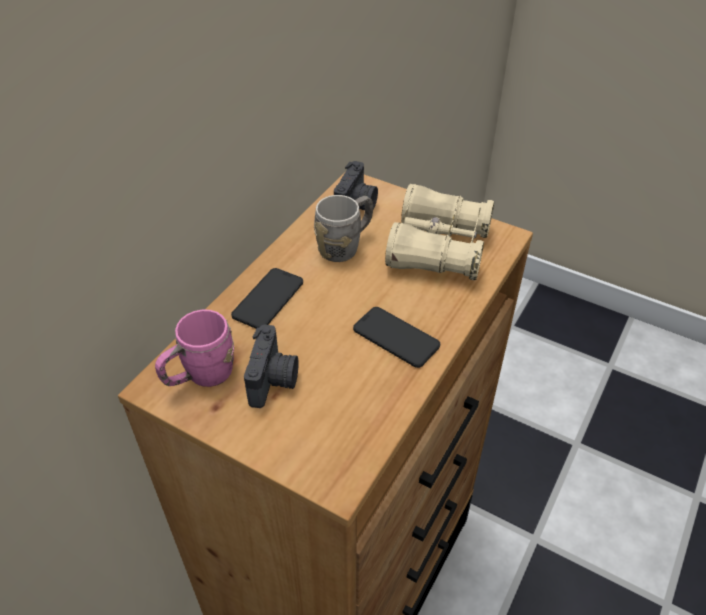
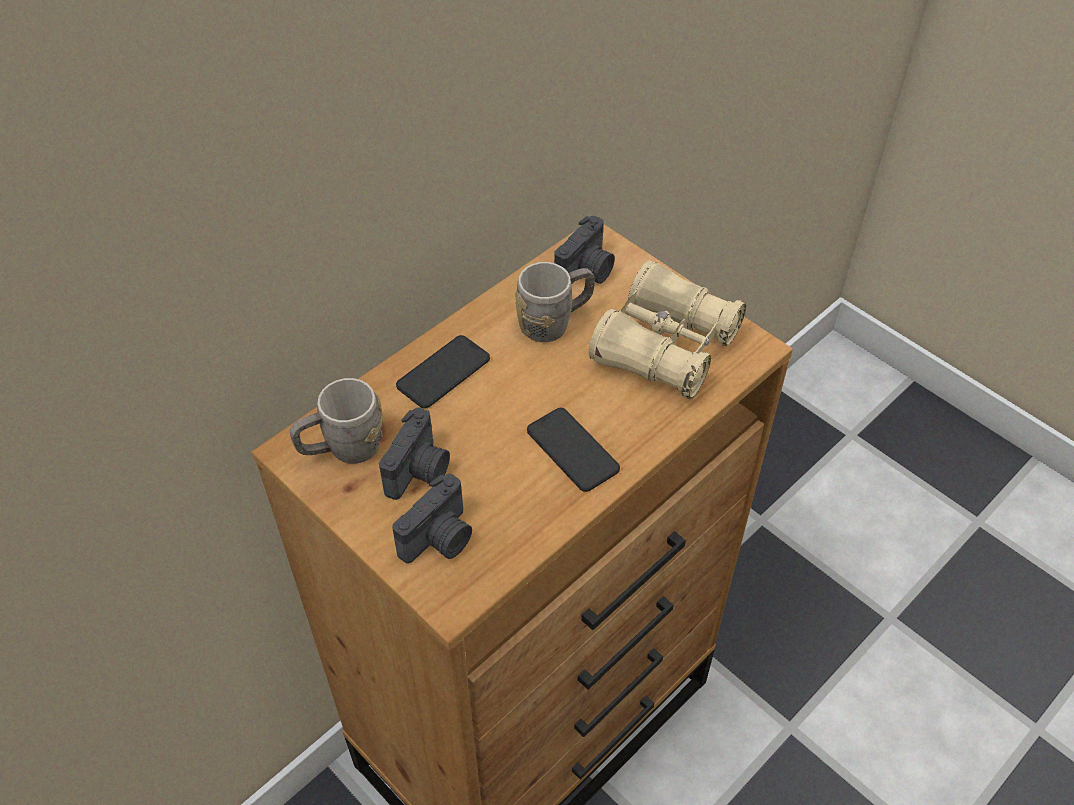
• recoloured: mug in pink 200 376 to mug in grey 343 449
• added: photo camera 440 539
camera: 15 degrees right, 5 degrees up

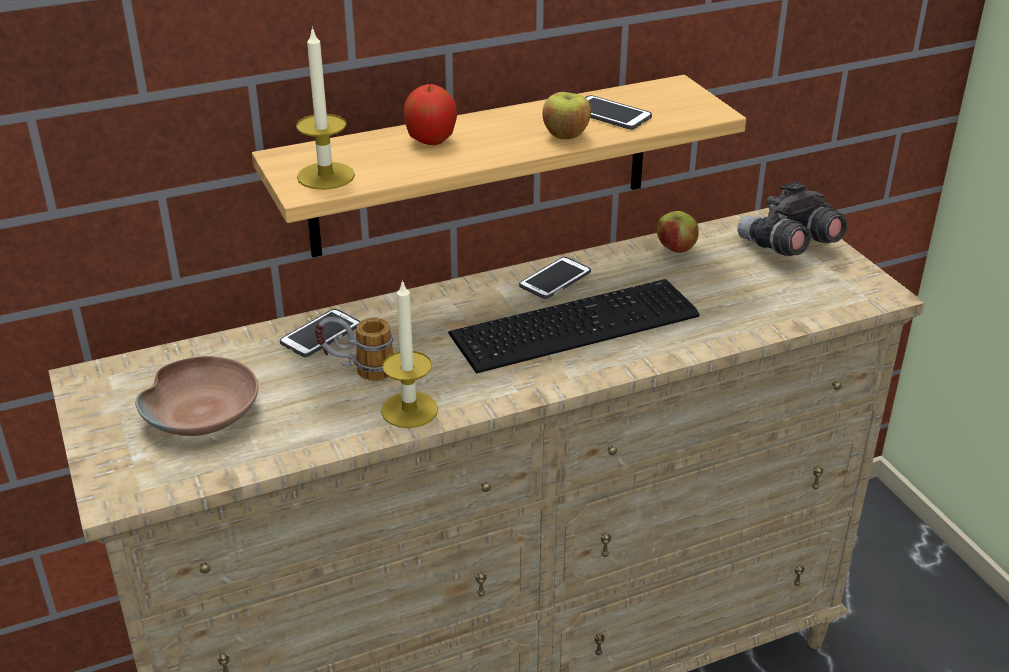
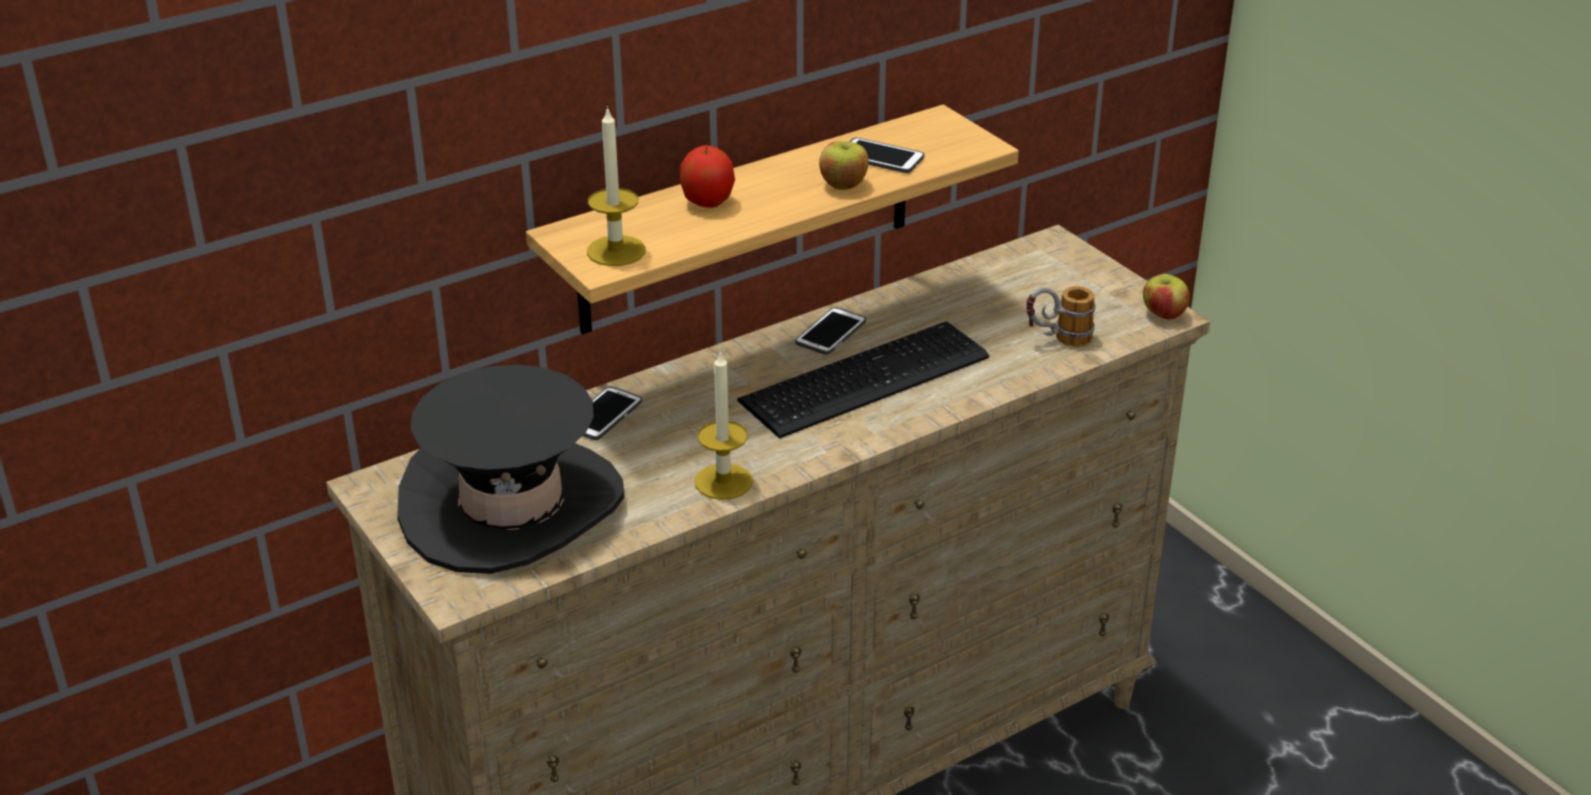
• removed: binoculars in grey 787 247
• moved: apple 675 249 to 1163 315
• moved: mug 357 371 to 1057 340
• replaced: bowl in brown 203 412 to hat in black 512 506
camera: 10 degrees left, 0 degrees up

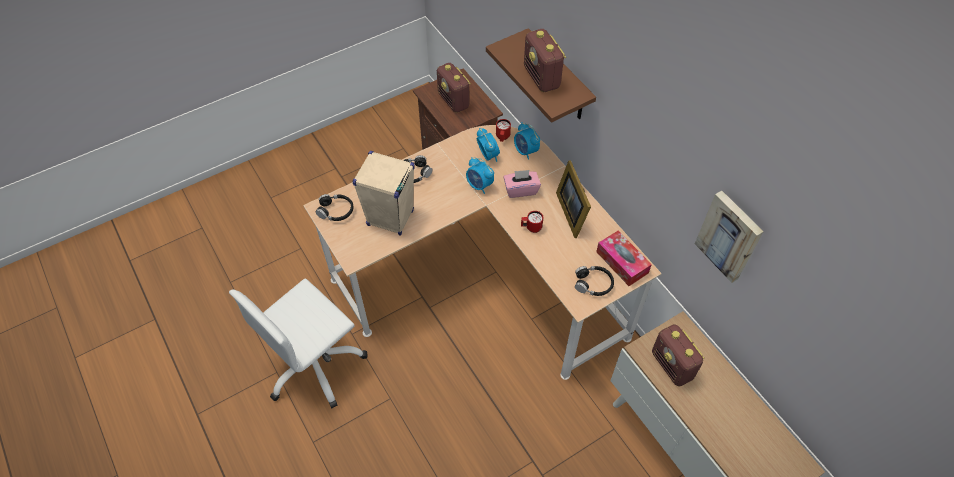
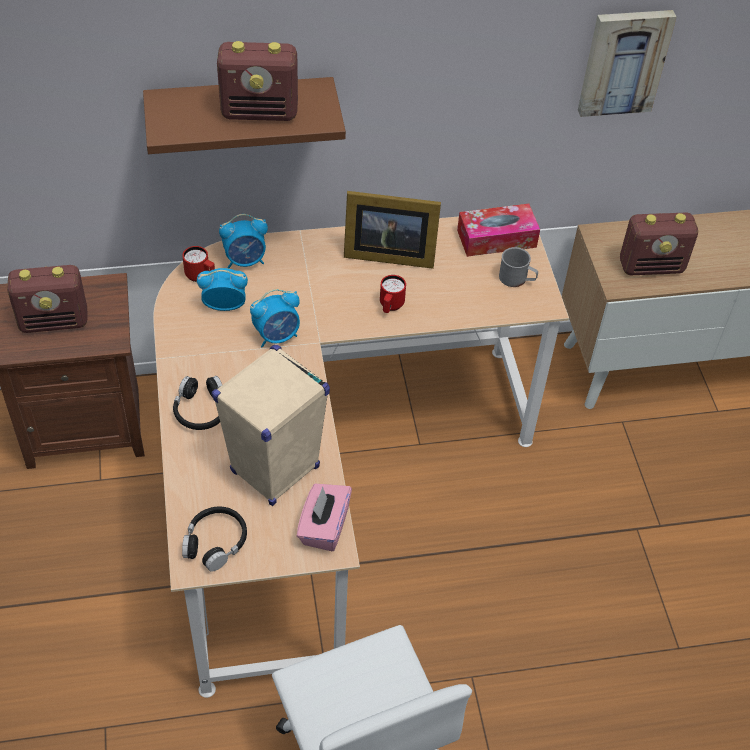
• moved: tissue box in pink 521 190 to 324 527
• replaced: headphones in black 593 284 to mug in grey 517 279
camera: 70 degrees left, 5 degrees down

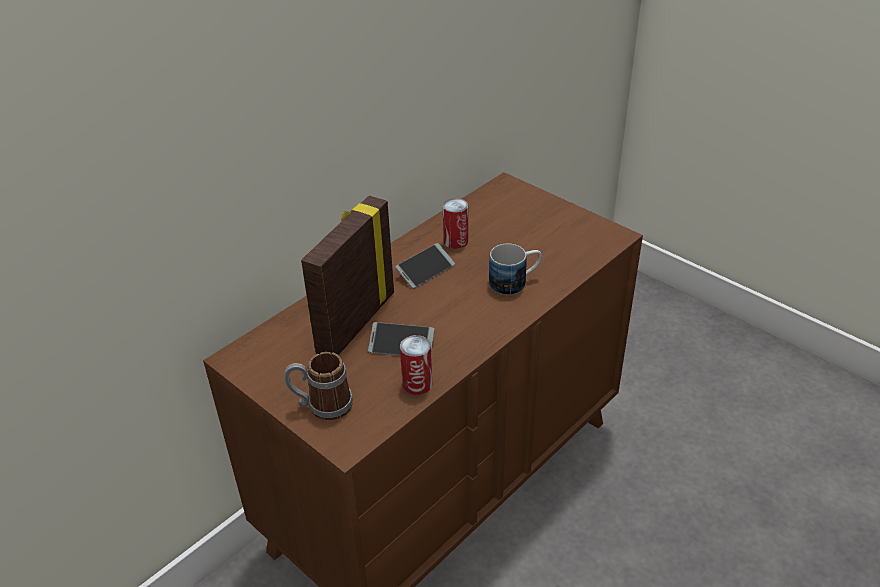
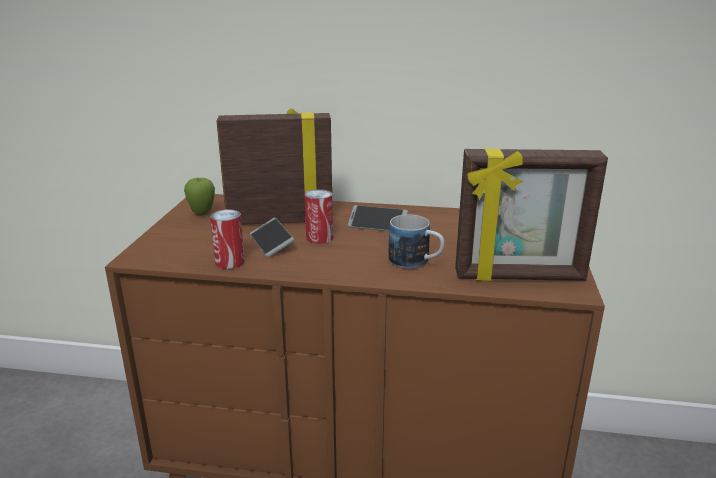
• moved: can 455 241 to 319 238
• removed: mug 322 406
• added: picture frame 519 277
• added: apple 202 214
camera: 55 degrees right, 15 degrees down

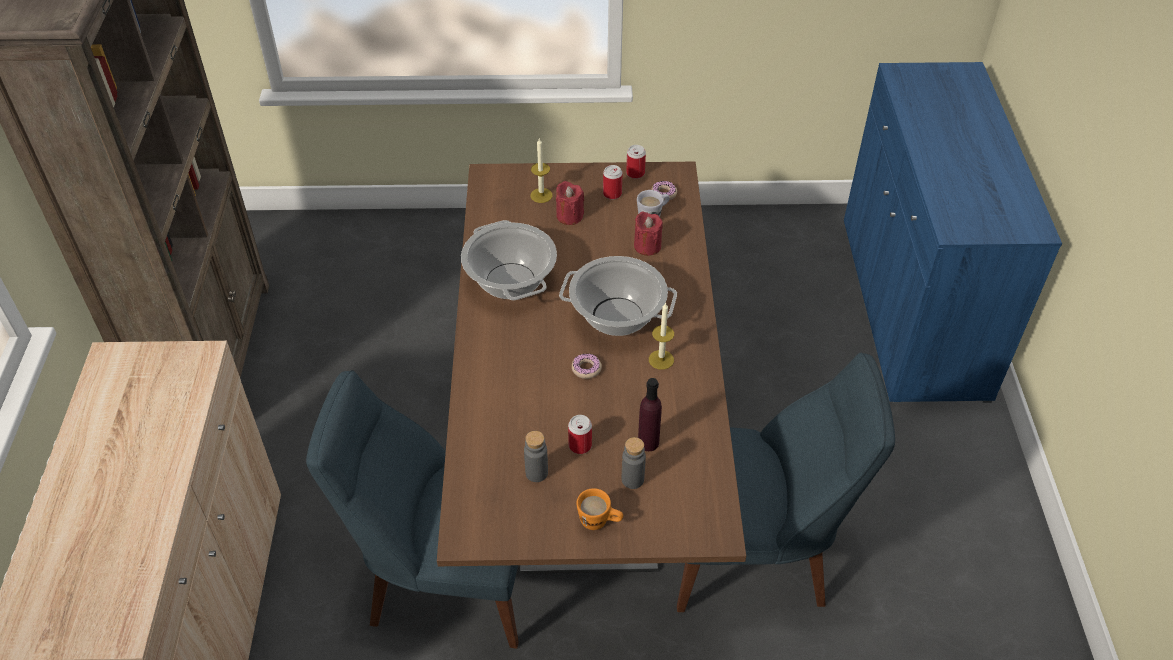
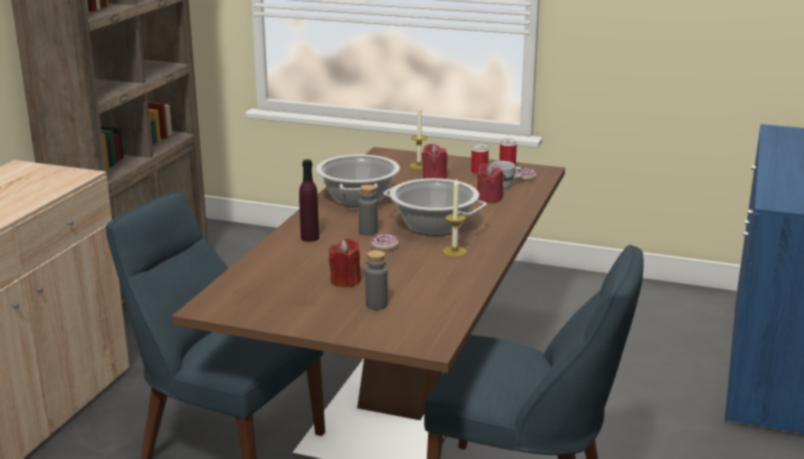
• moved: bottle in purple 648 442 to 309 238
• replaced: can 580 445 to candle in red 345 281
• moved: bottle in grey 536 473 to 368 232
• removed: mug in orange 599 522
camera: 20 degrees right, 25 degrees down

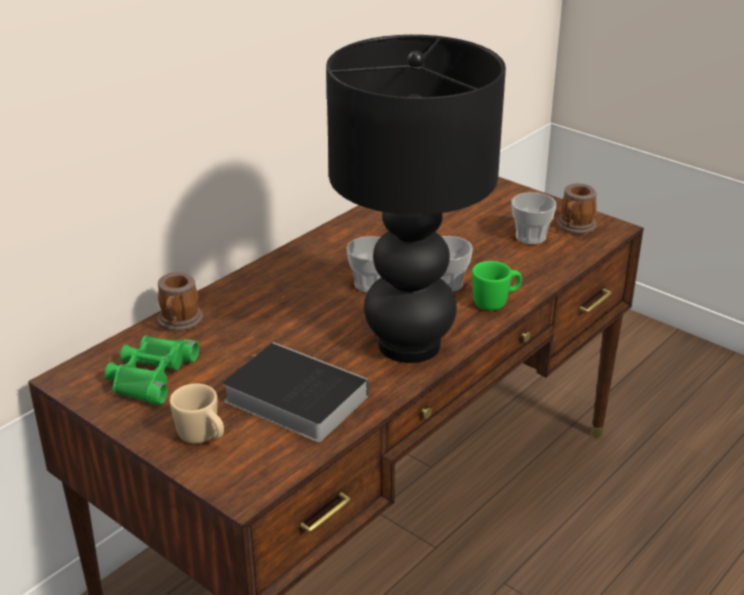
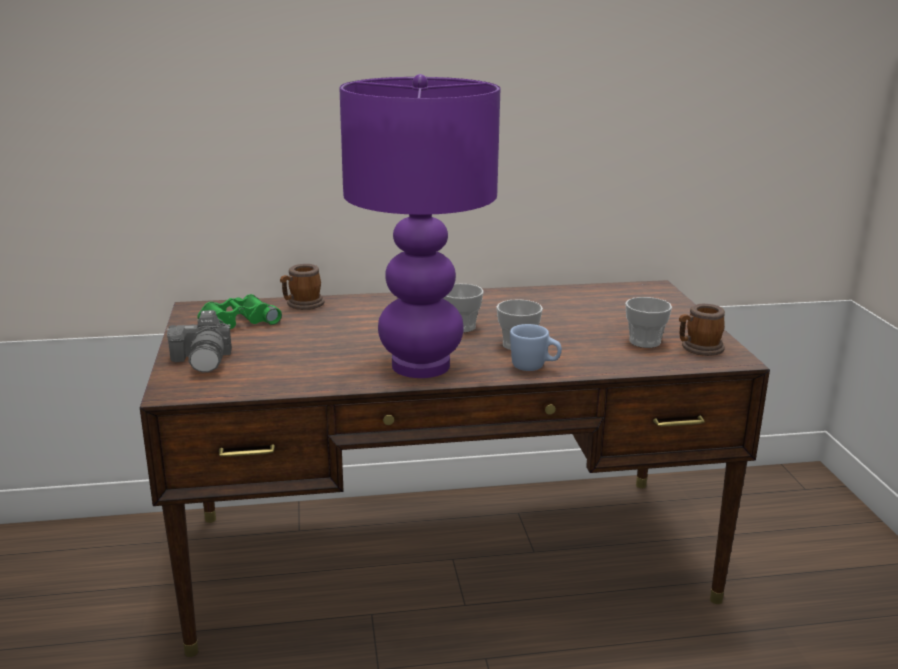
• recoloured: table lamp in black 409 345 to table lamp in purple 420 366
• recoloured: mug in green 495 302 to mug in blue 534 367
• removed: book 291 397
• replaced: mug in beige 202 437 to photo camera 204 359
camera: 40 degrees right, 10 degrees down

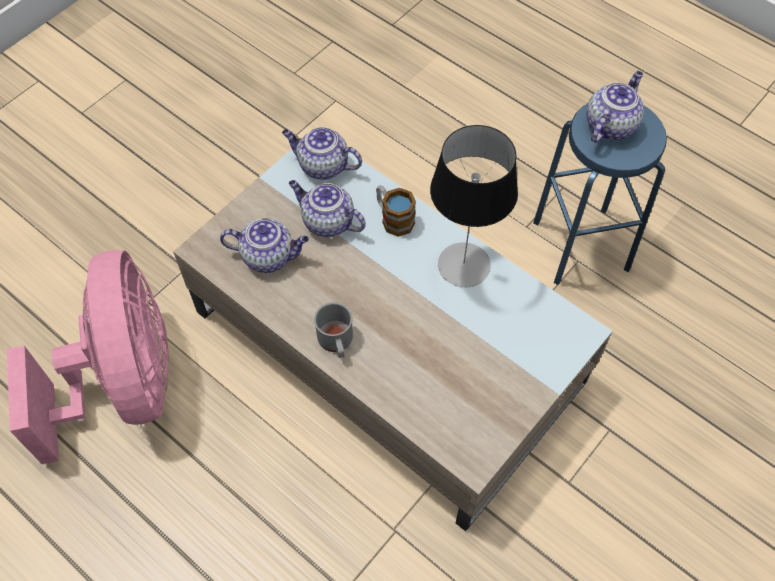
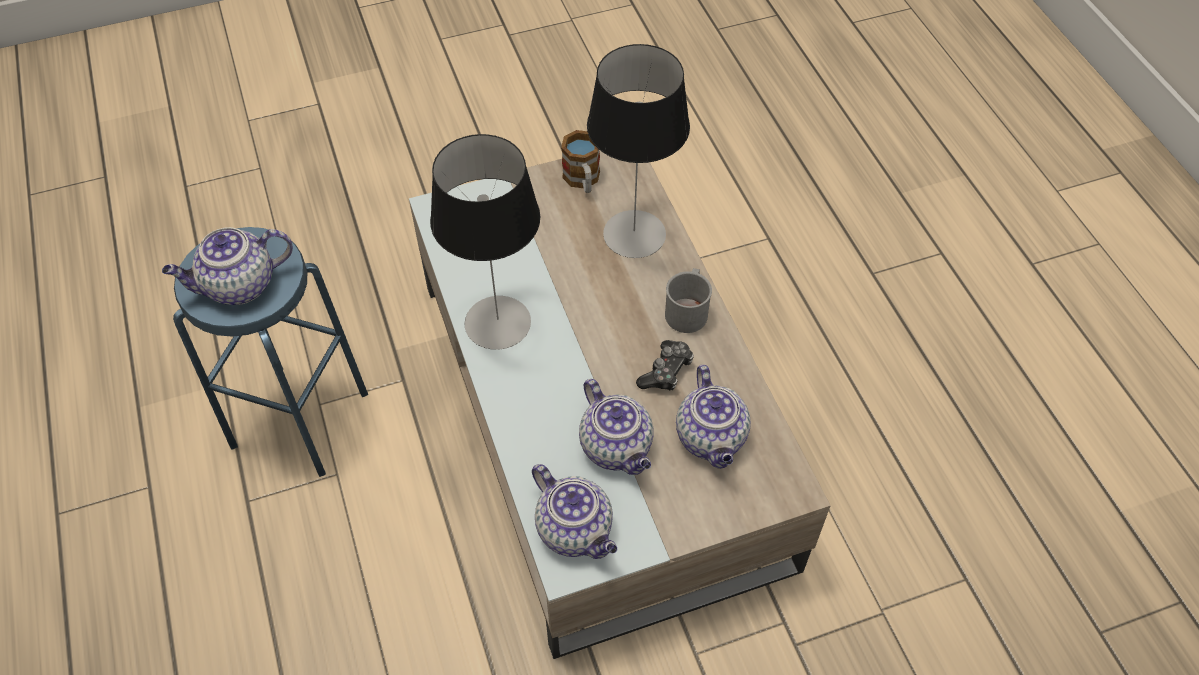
• moved: mug 393 218 to 583 180
• turned: teapot 269 256 = 712 438 135 degrees counterclockwise
• removed: fan in pink 126 384
• added: table lamp 634 234
• added: game controller 666 371
camera: 150 degrees left, 5 degrees down

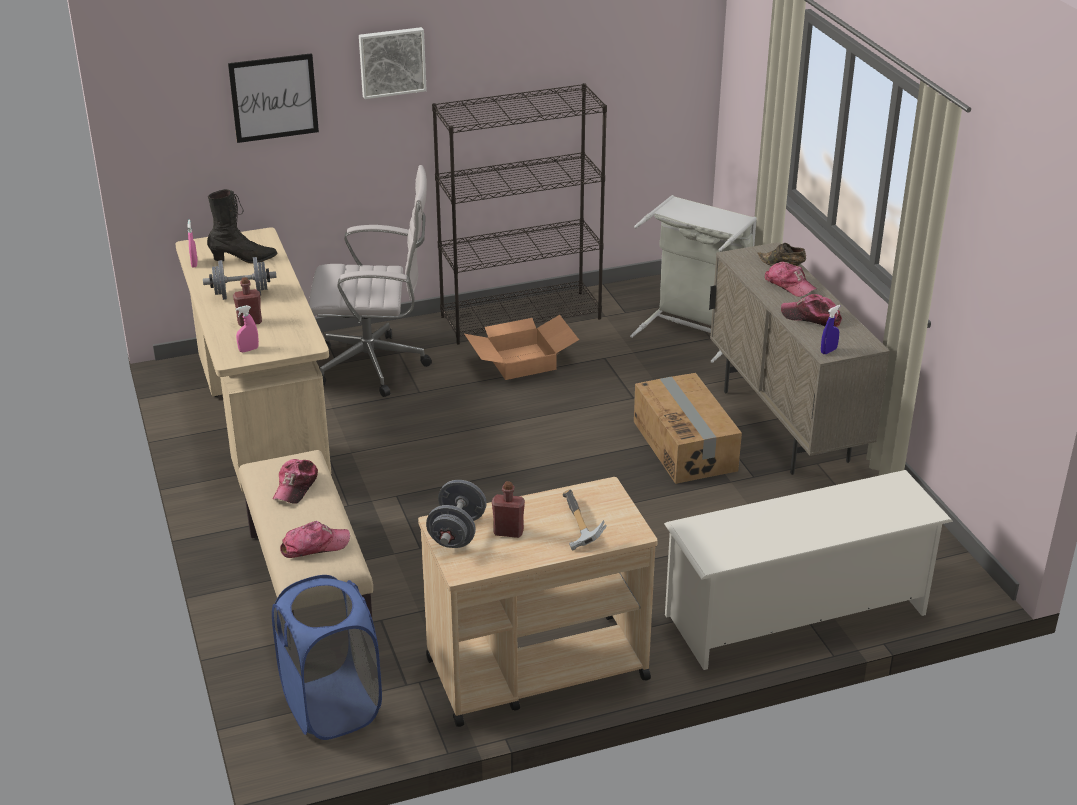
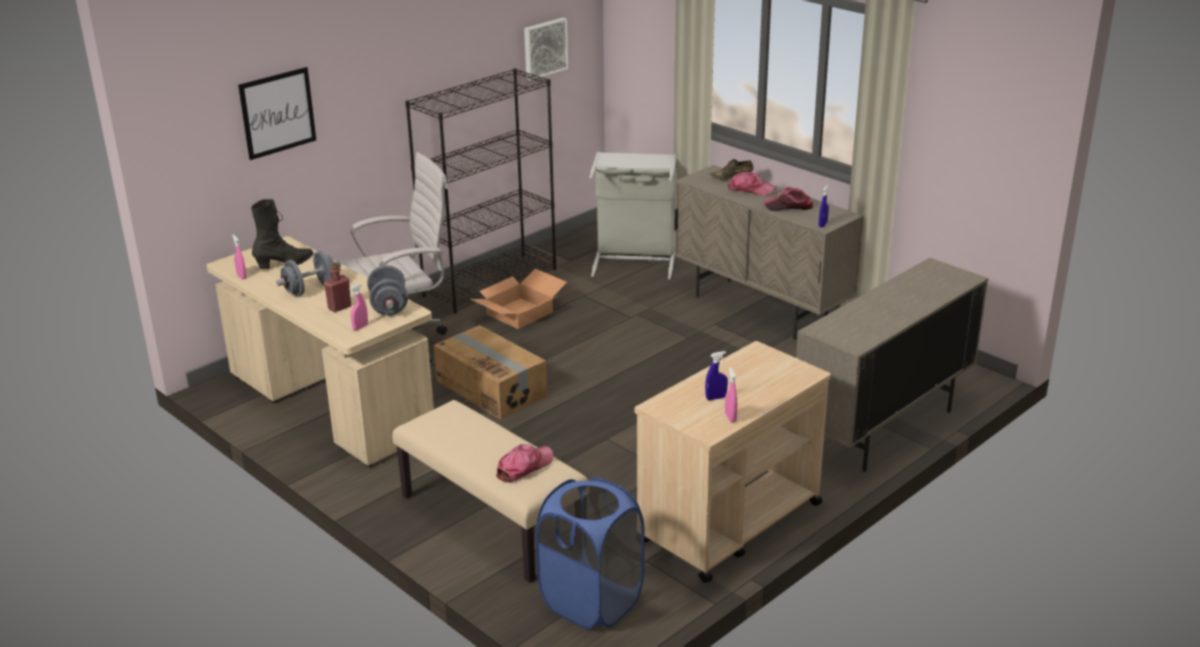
• moved: picture 392 62 to 544 48
• moved: cardboard box 685 445 to 491 388
• removed: cap 296 486
• replaced: shoe rack in white 796 615 to cabinet in beige 882 429
• moved: dumbbell in grey 457 533 to 389 306
• replaced: bottle in red 508 532 to spray bottle in blue 716 398
• removed: hammer 575 526
• added: spray bottle in pink 730 417
camera: 25 degrees left, 5 degrees down

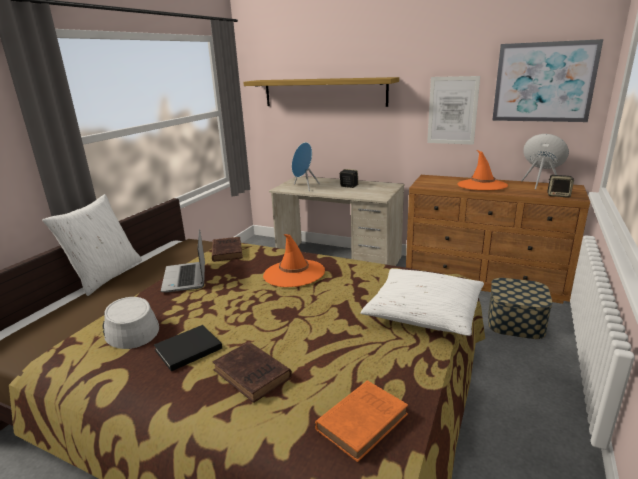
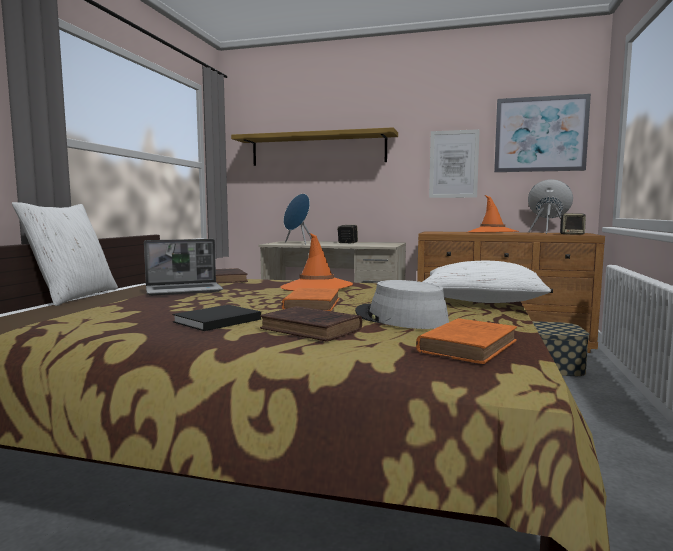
• turned: laptop 186 278 = 185 290 90 degrees counterclockwise
• moved: hat in grey 130 328 to 400 318
• added: book in orange 312 304
camera: 10 degrees left, 15 degrees down

